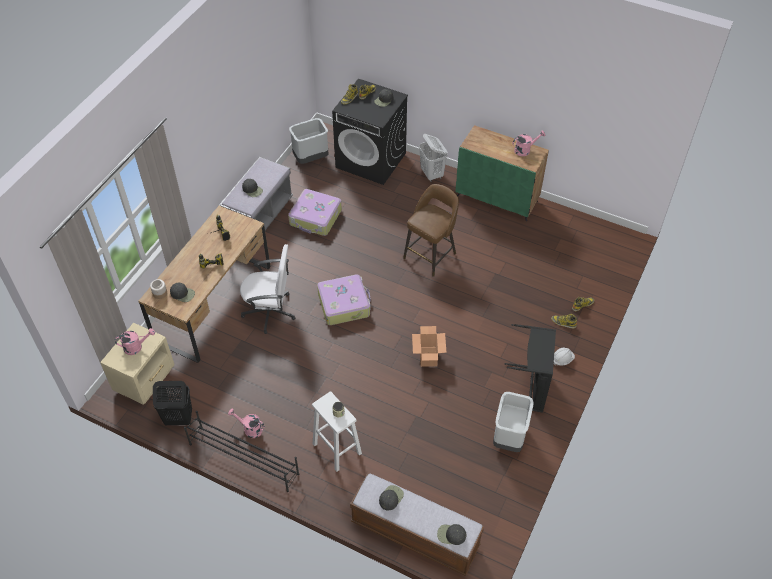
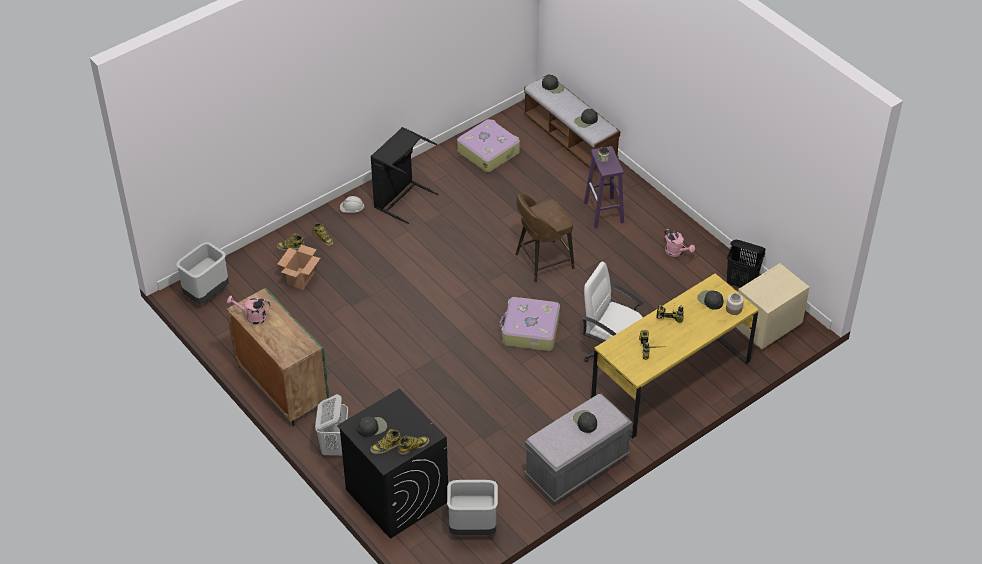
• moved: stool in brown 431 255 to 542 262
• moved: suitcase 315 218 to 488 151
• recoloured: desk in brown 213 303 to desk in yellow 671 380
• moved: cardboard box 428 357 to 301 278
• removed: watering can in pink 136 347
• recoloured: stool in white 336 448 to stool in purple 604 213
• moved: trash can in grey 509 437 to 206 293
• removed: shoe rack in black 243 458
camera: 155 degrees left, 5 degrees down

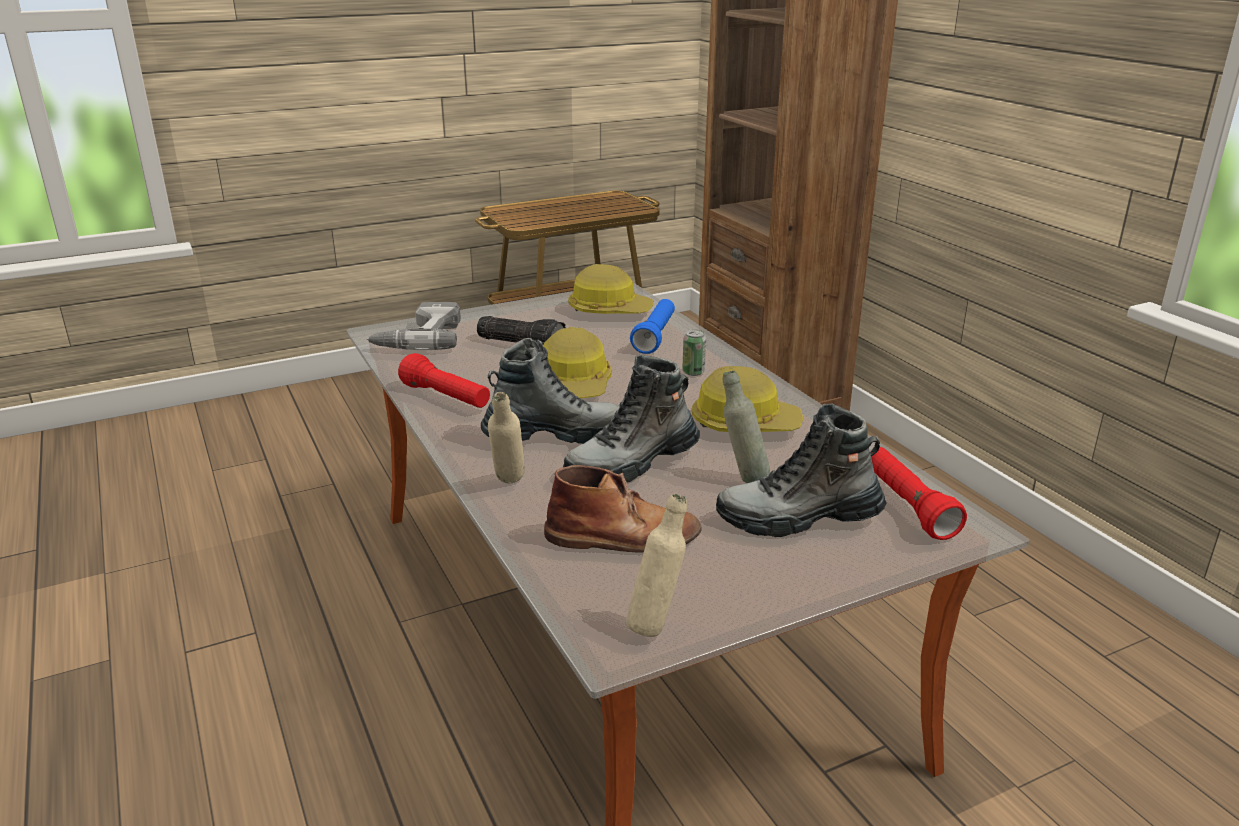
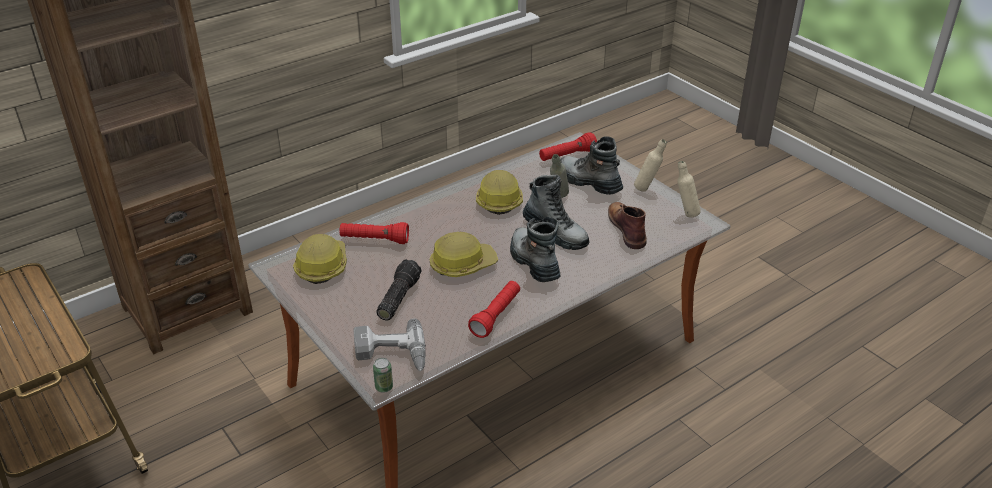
• recoloured: flashlight in blue 655 337 to flashlight in red 374 240
• moved: can 693 372 to 384 387
• moved: bottle in beige 508 485 to 647 189
• turned: boot 799 518 = 589 182 150 degrees clockwise
camera: 100 degrees left, 10 degrees up

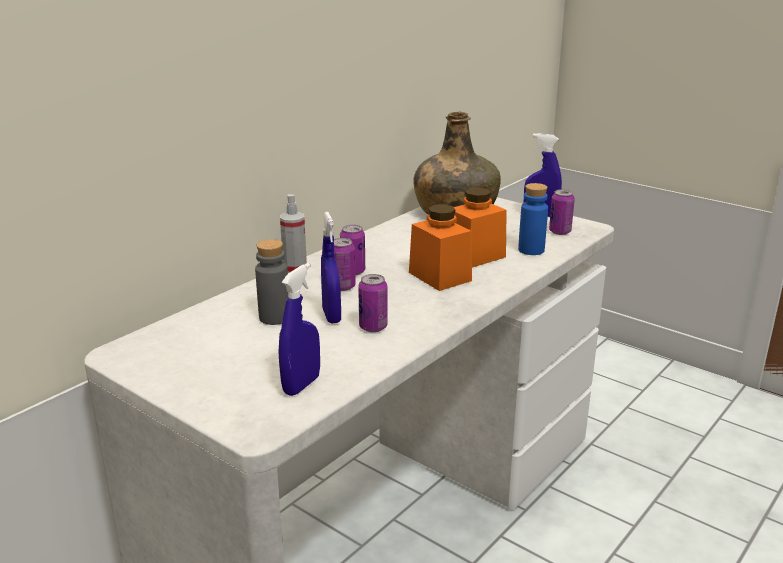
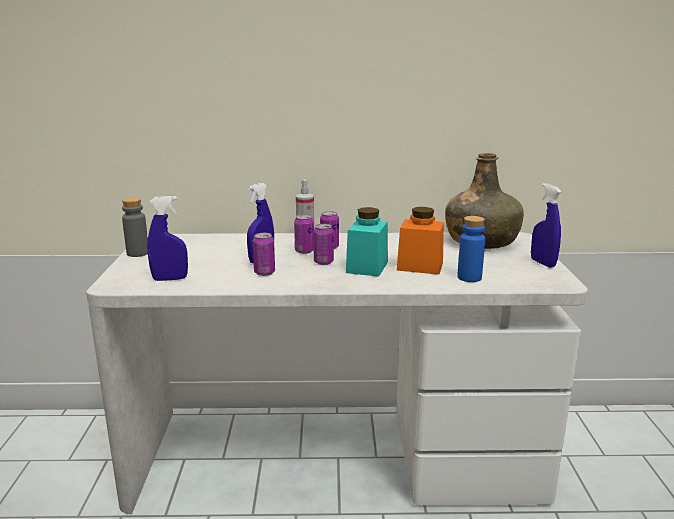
• moved: can 560 231 to 323 262
• recoloured: jar in orange 440 276 to jar in turquoise 367 267
• moved: bottle in grey 274 317 to 138 253
camera: 50 degrees right, 5 degrees down

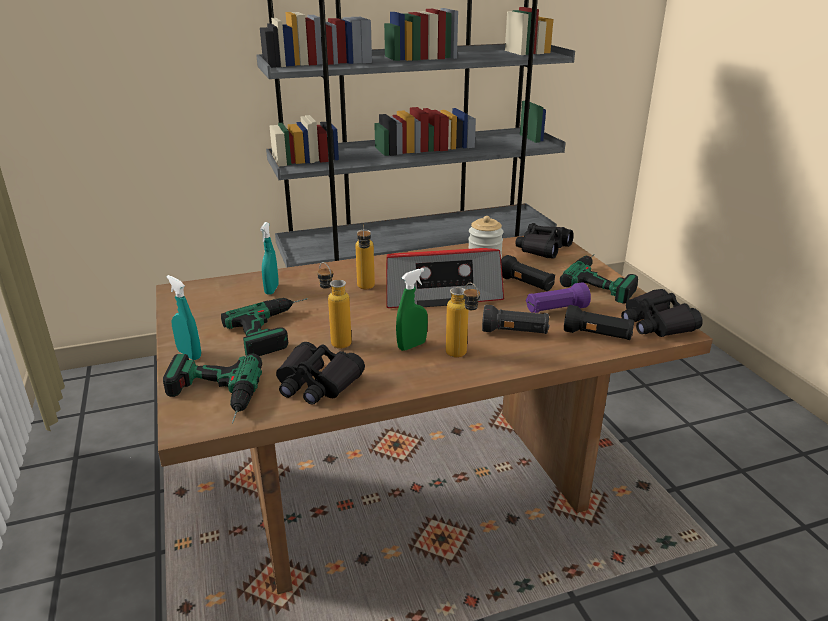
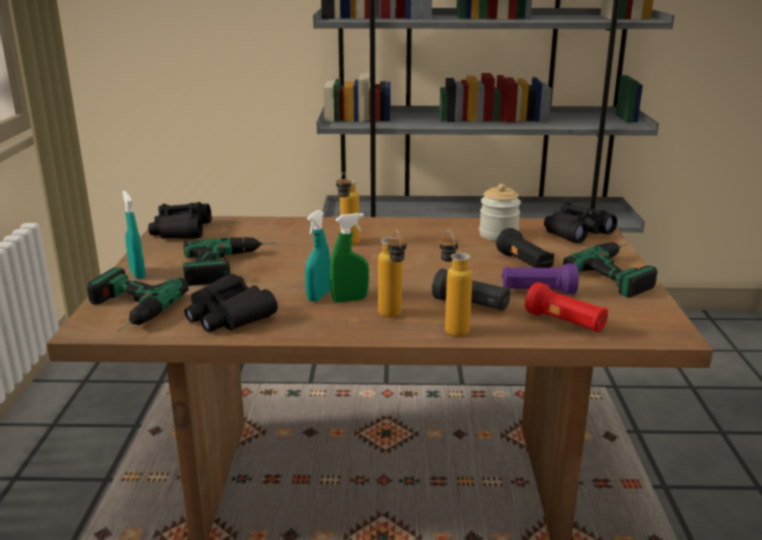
• moved: spray bottle in turquoise 271 290 to 318 296
• removed: radio 441 293
• moved: bottle 335 341 to 451 327
• moved: binoculars in black 656 323 to 182 231
• recoloured: flashlight in black 597 336 to flashlight in red 565 323
camera: 20 degrees right, 5 degrees down

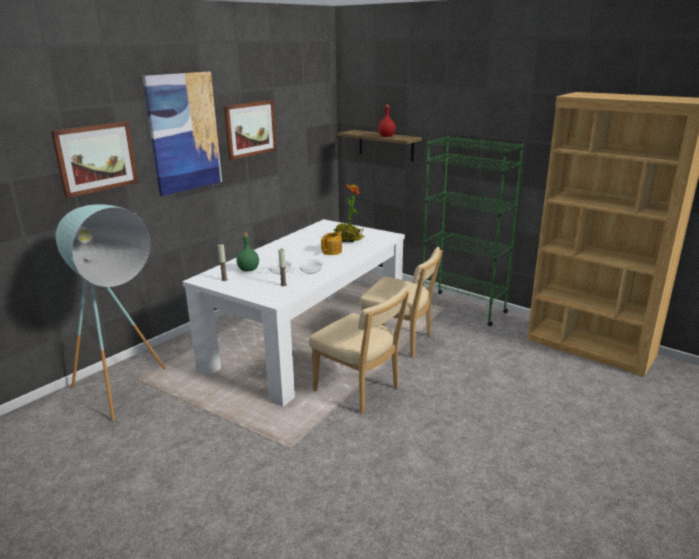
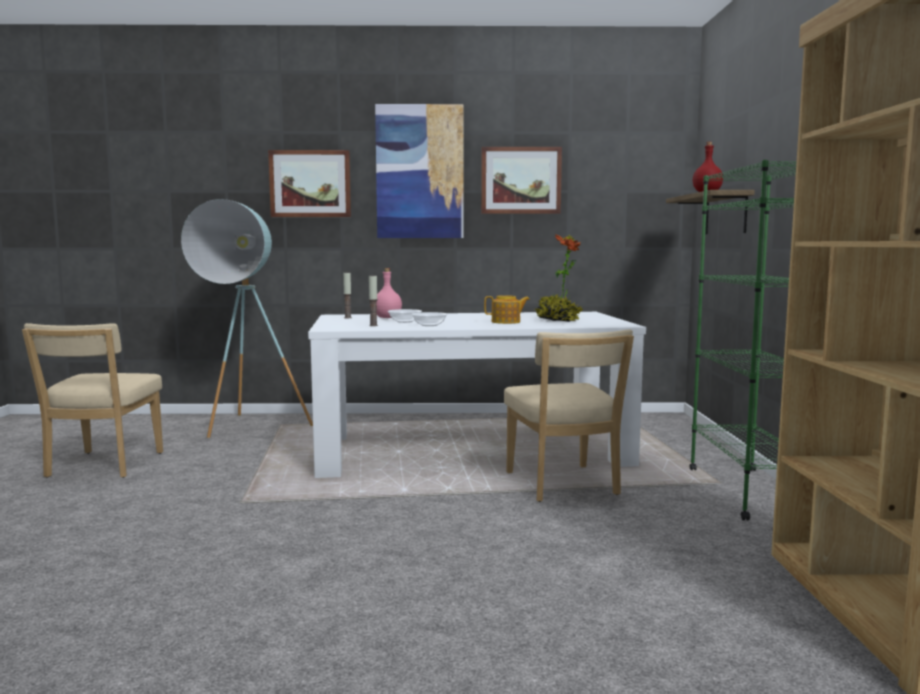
• recoloured: bottle in green 249 270 to bottle in pink 387 317
• moved: chair in beige 359 390 to 102 466
camera: 50 degrees right, 15 degrees down

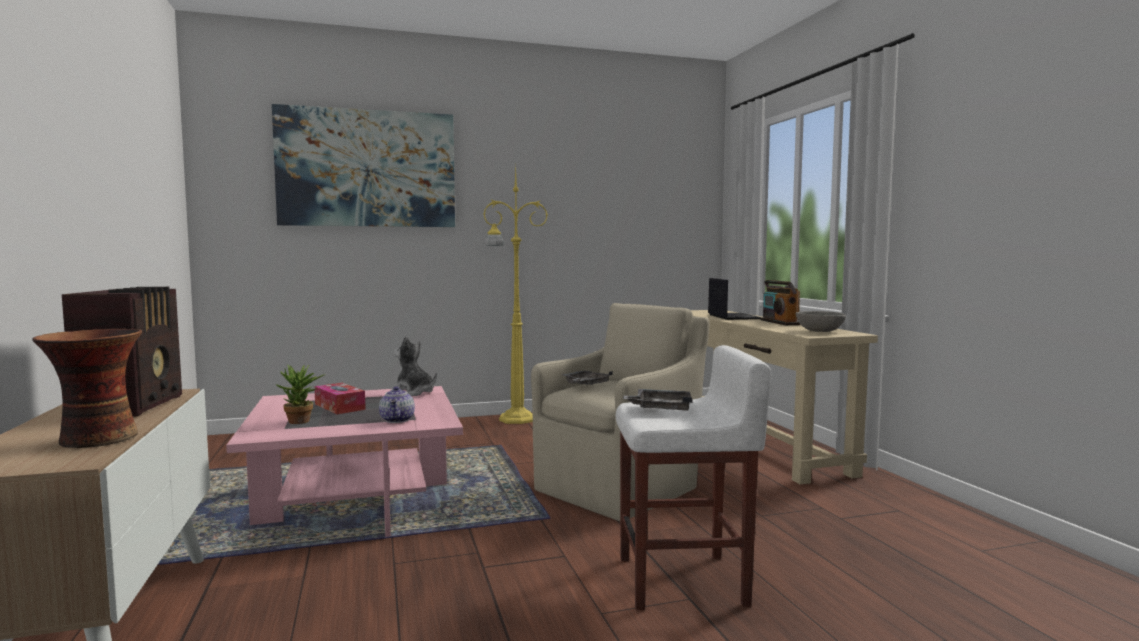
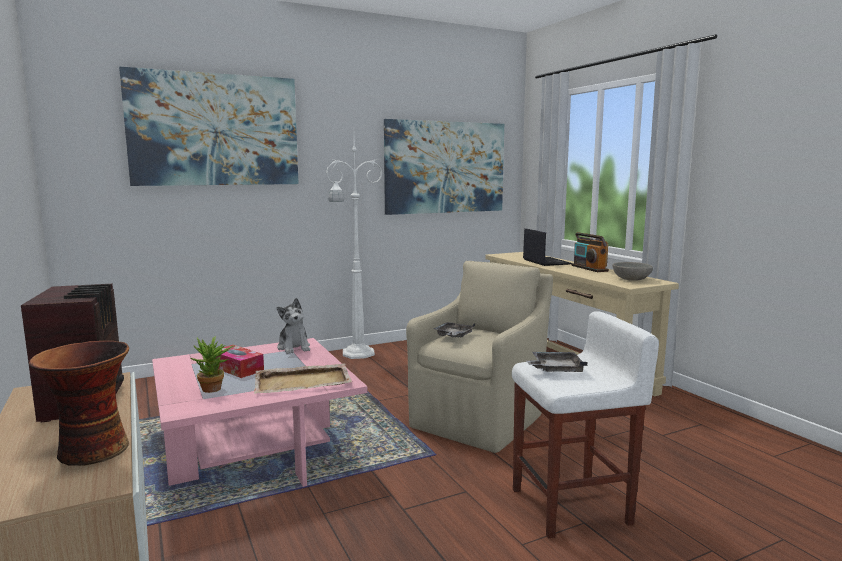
• recoloured: floor lamp in yellow 515 419 to floor lamp in white 356 353
• turned: plush toy 413 392 = 294 347 135 degrees counterclockwise
• replaced: teapot 398 420 to tray in beige 303 382
• added: picture 445 167
camera: 10 degrees left, 5 degrees up

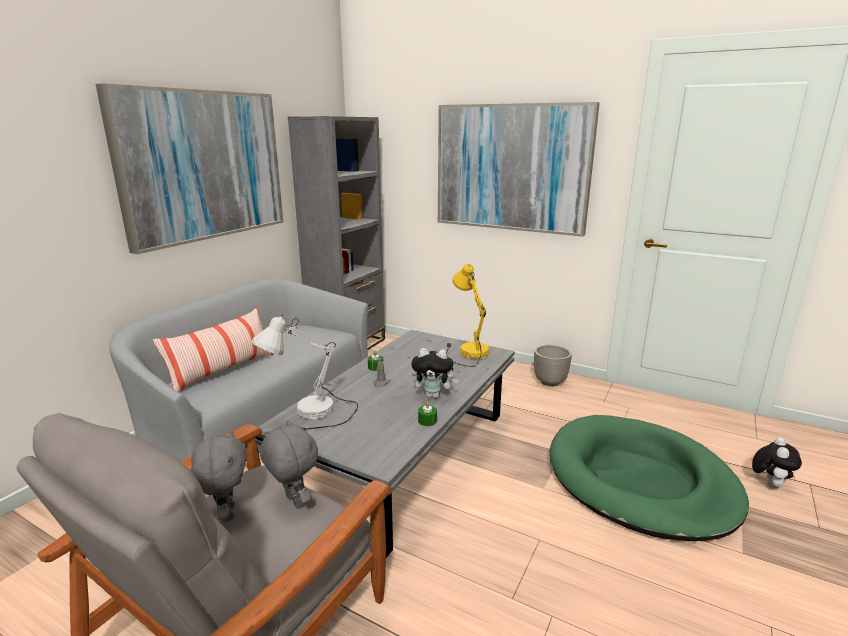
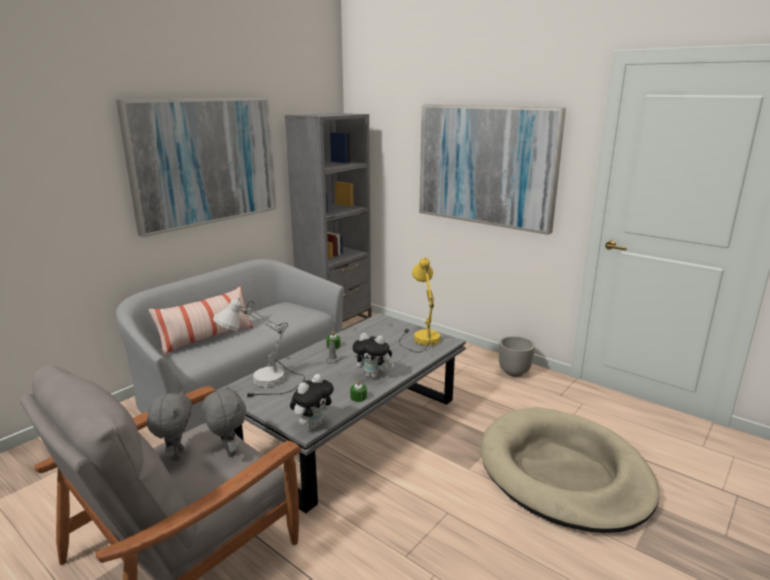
• recoloured: dog bed in green 640 480 to dog bed in beige 563 472
• moved: plush toy 769 484 to 313 424
camera: 10 degrees right, 0 degrees up

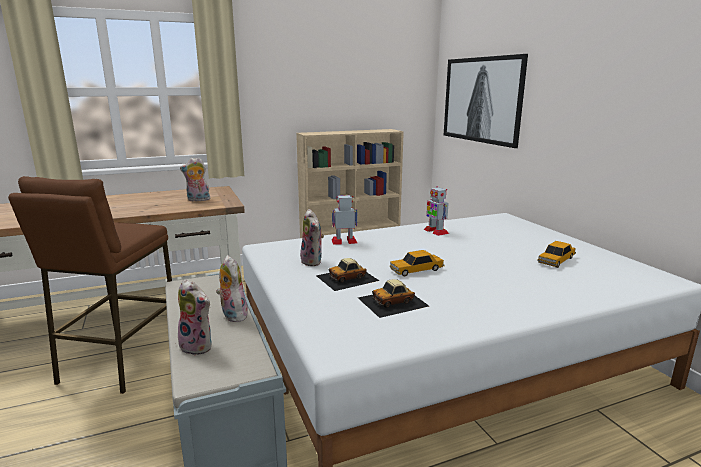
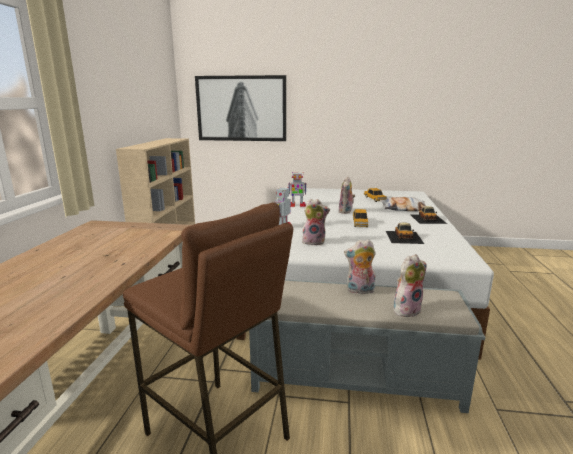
• moved: plush toy 198 200 to 346 211
• moved: toy car 347 278 to 428 218
• added: pillow 404 209
camera: 60 degrees left, 0 degrees up

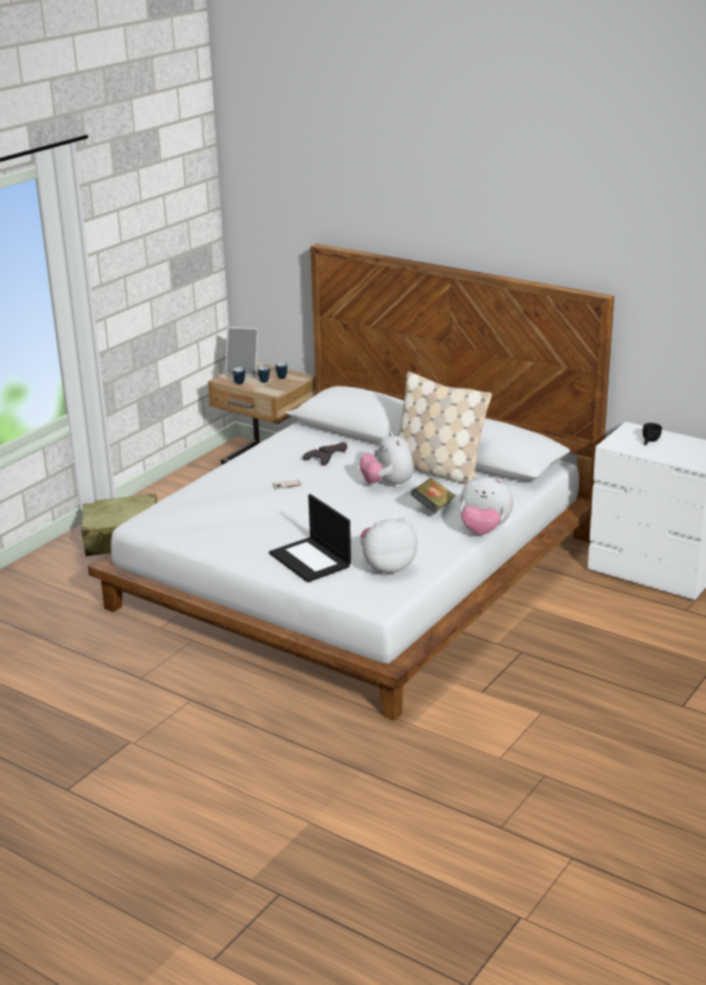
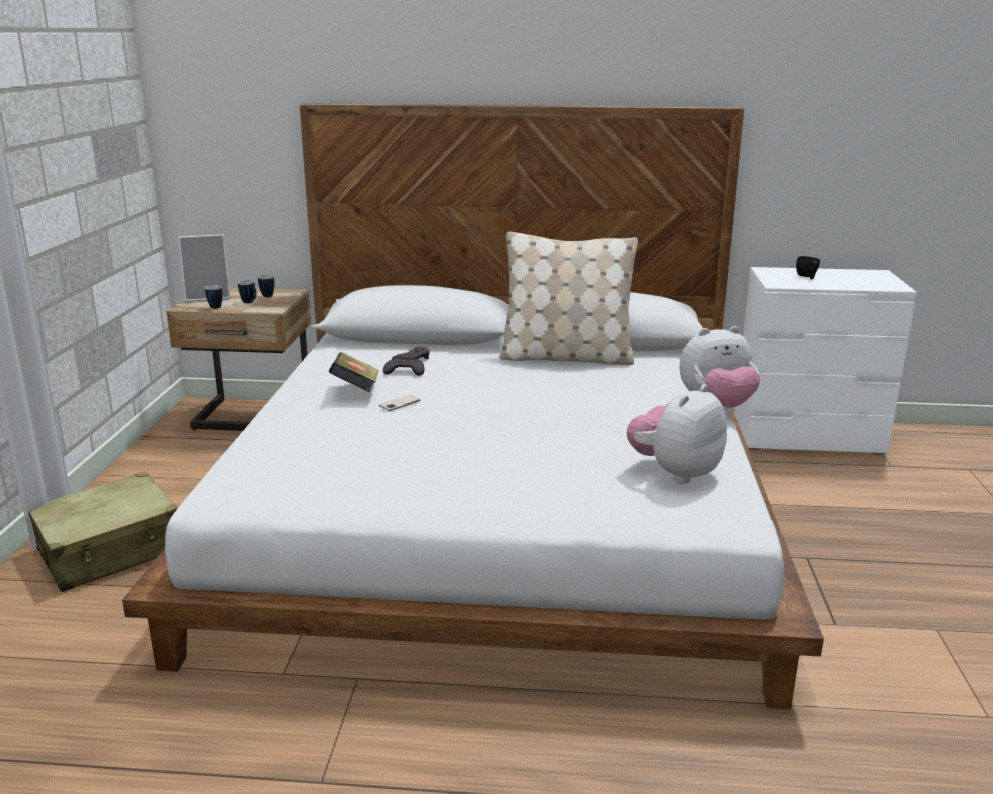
• removed: plush toy 388 485
• moved: book 433 508 to 355 391
• removed: laptop 311 560
camera: 30 degrees left, 5 degrees down

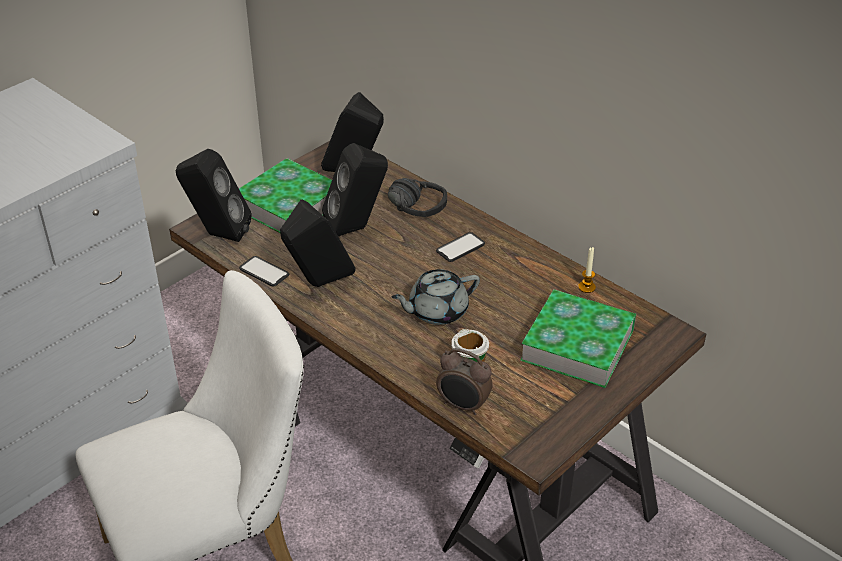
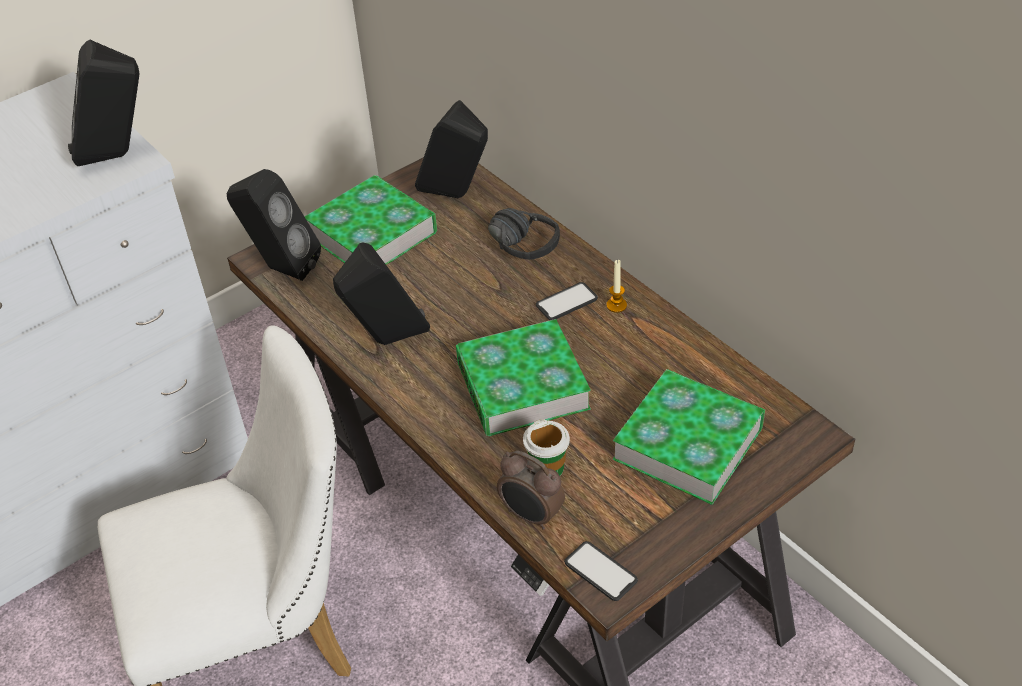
• moved: speaker in black 357 228 to 118 156
• moved: candle 586 287 to 616 305
• moved: phone 264 272 to 600 571
• replaced: teapot in grey 436 311 to book 522 386
camera: 10 degrees right, 5 degrees up

